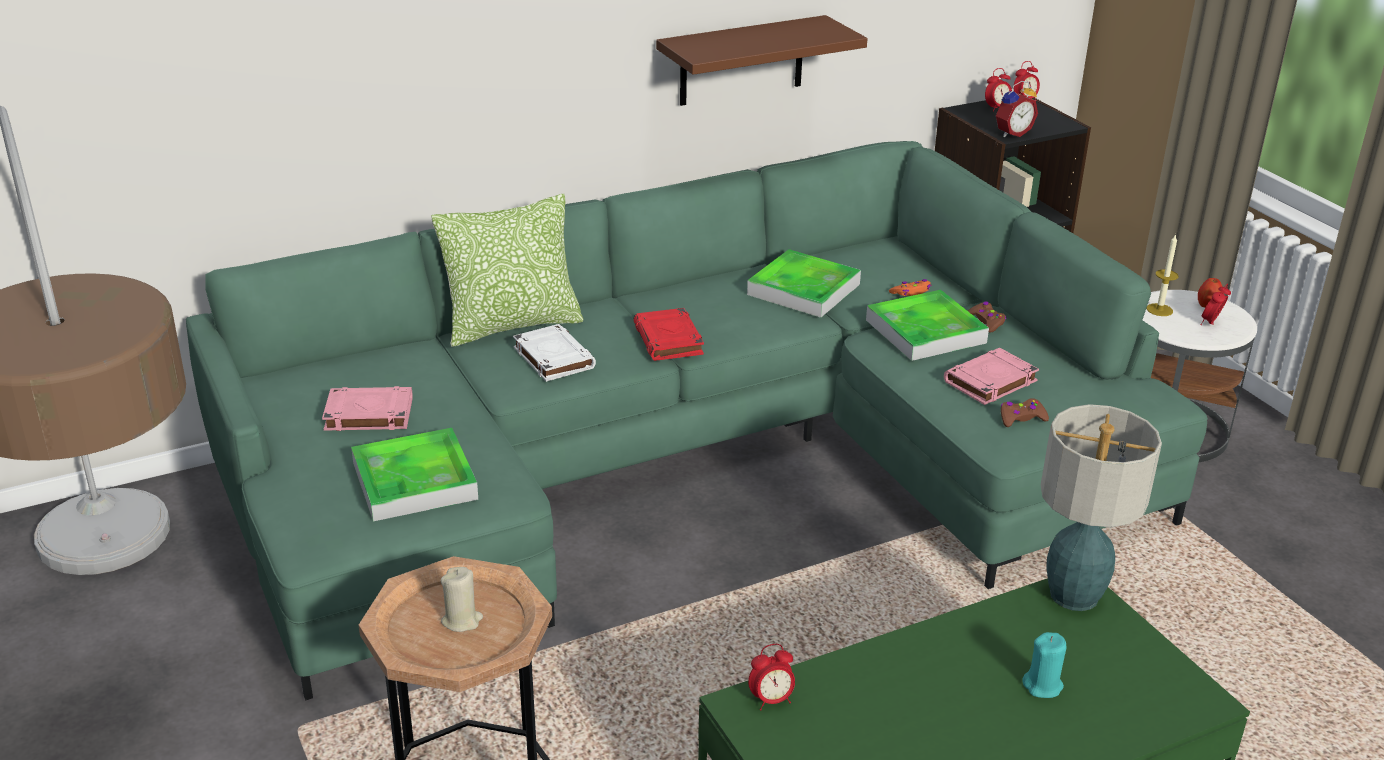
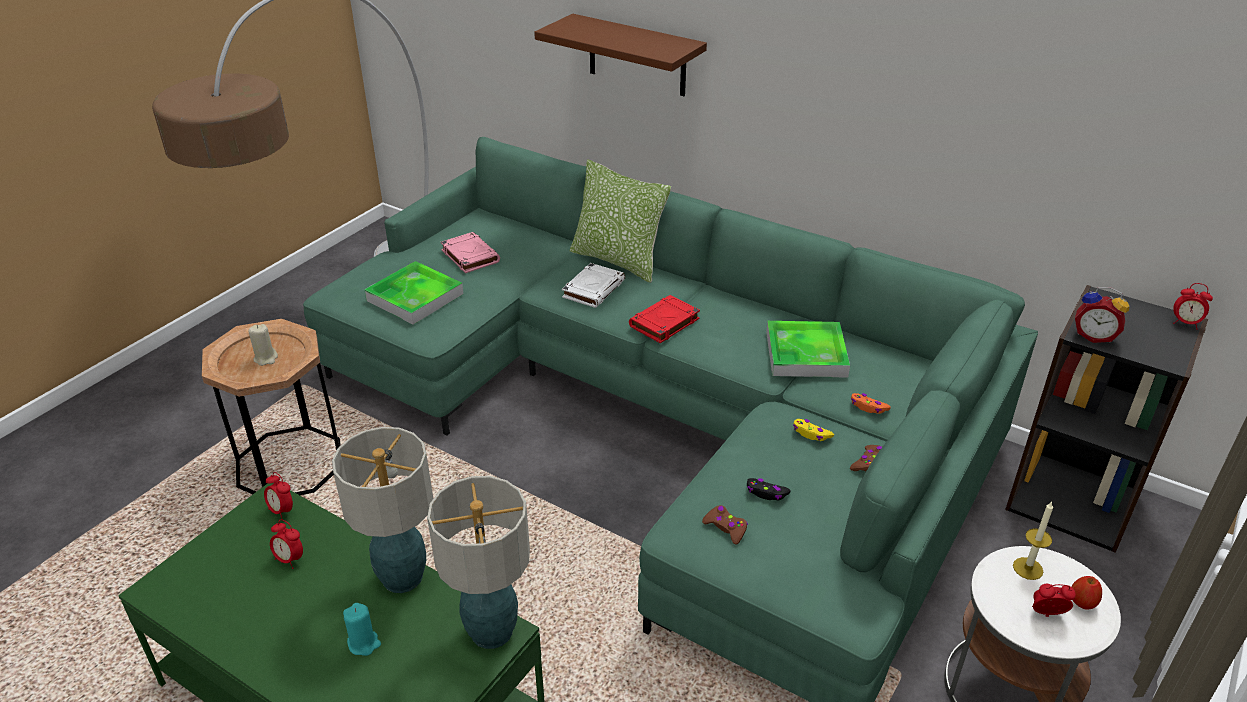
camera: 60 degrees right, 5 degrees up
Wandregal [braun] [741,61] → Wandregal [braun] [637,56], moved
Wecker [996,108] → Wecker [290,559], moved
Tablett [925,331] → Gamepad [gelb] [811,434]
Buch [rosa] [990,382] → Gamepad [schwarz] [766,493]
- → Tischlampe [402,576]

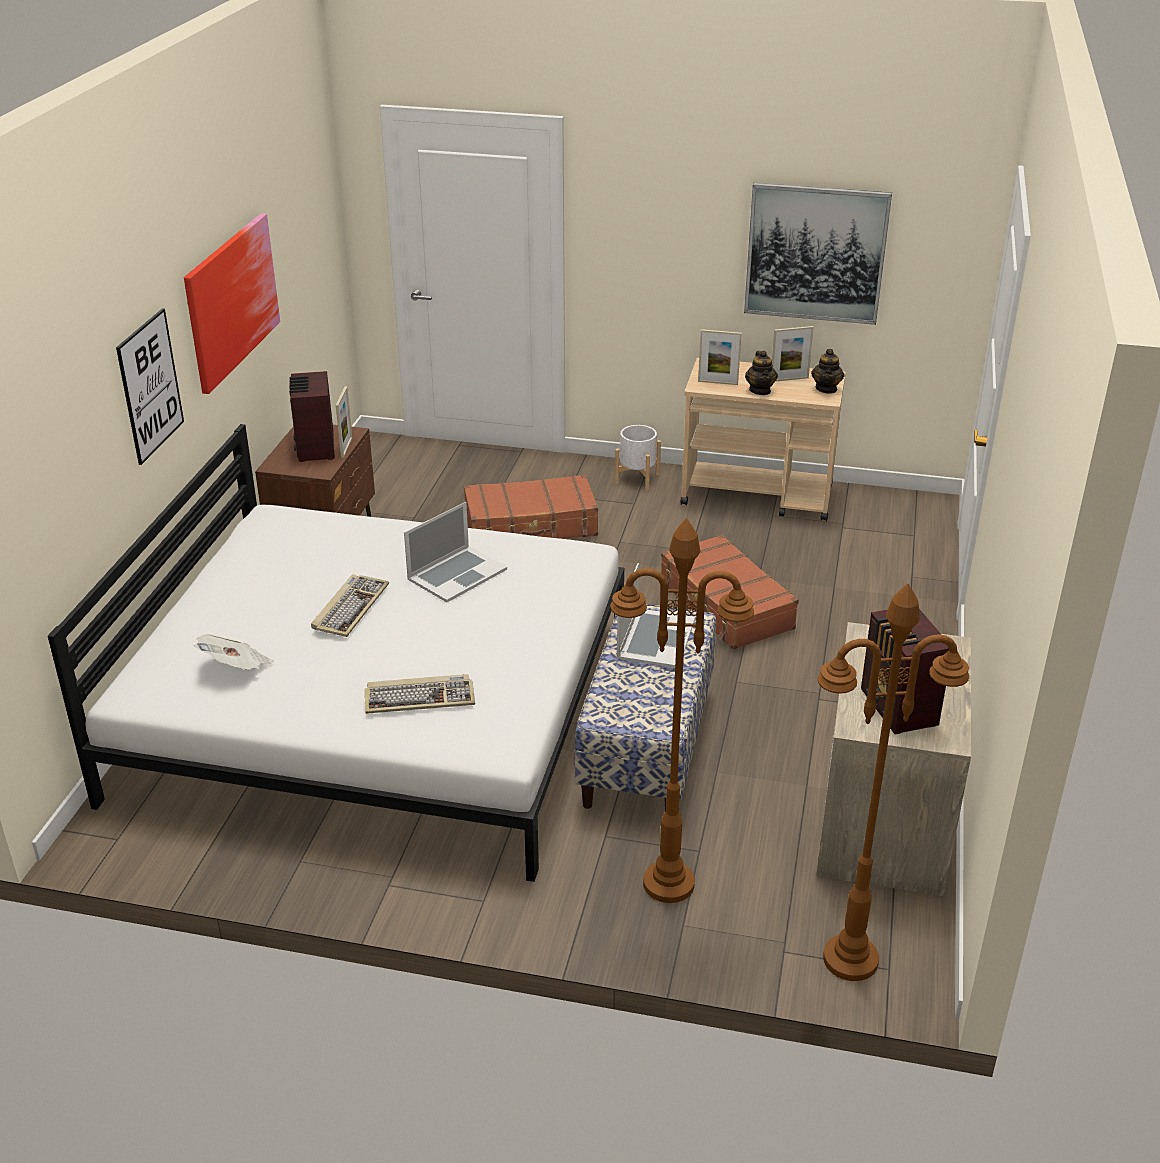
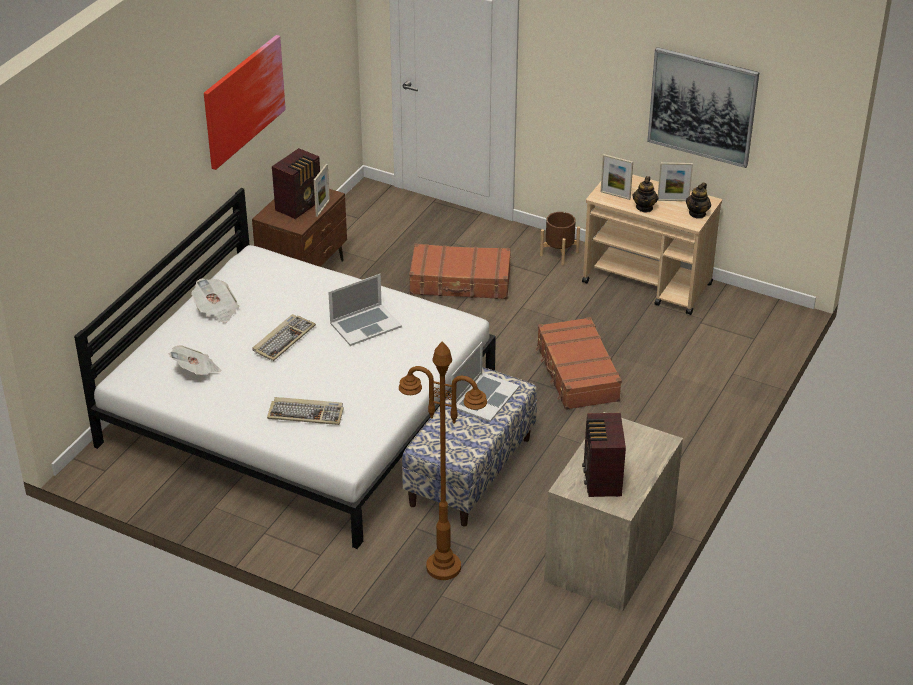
camera: 15 degrees right, 5 degrees up
Bild [150,386] → -
Radio [315,448] → Radio [300,205], 150 degrees counterclockwise
Pflanzkübel [weiß] [637,478] → Pflanzkübel [braun] [559,253]
Stehlampe [braun] [849,960] → -
- → Zeitung [216,310]

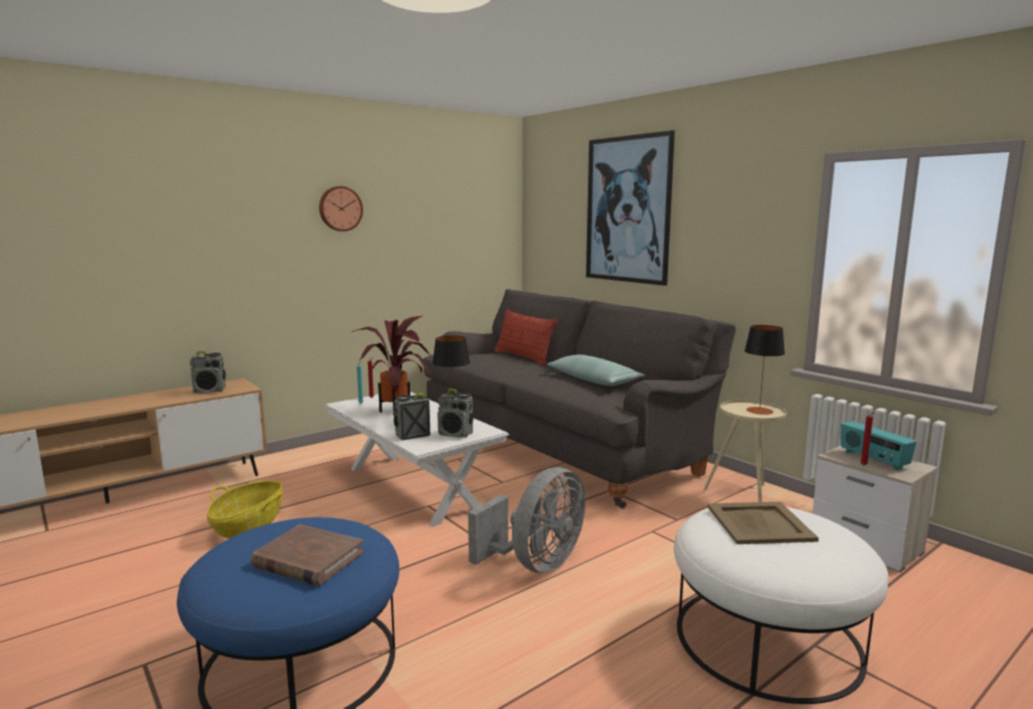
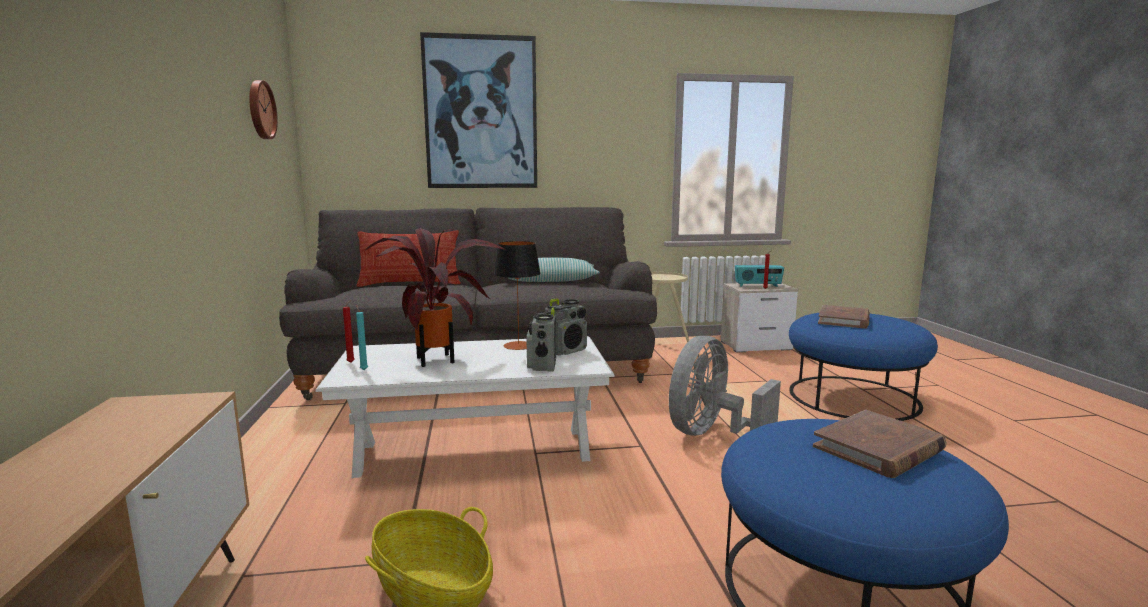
camera: 60 degrees left, 0 degrees up
Wanduhr [340,208] → Wanduhr [260,110], moved
Tischlampe [759,411] → -
Radio [210,391] → -
Ventilator [grau] [536,564] → Ventilator [grau] [711,434], 120 degrees counterclockwise
Tablett [beige] [758,523] → Buch [braun] [844,320]
Polsterhocker [weiß] [767,639] → Polsterhocker [blau] [853,397]

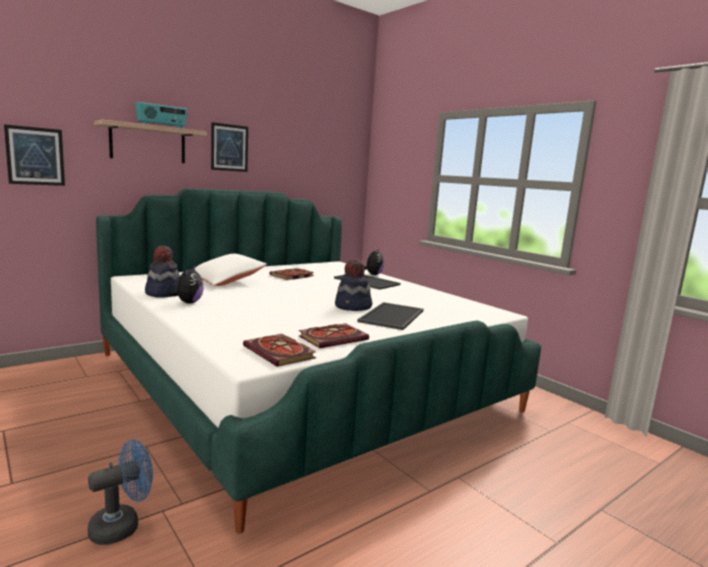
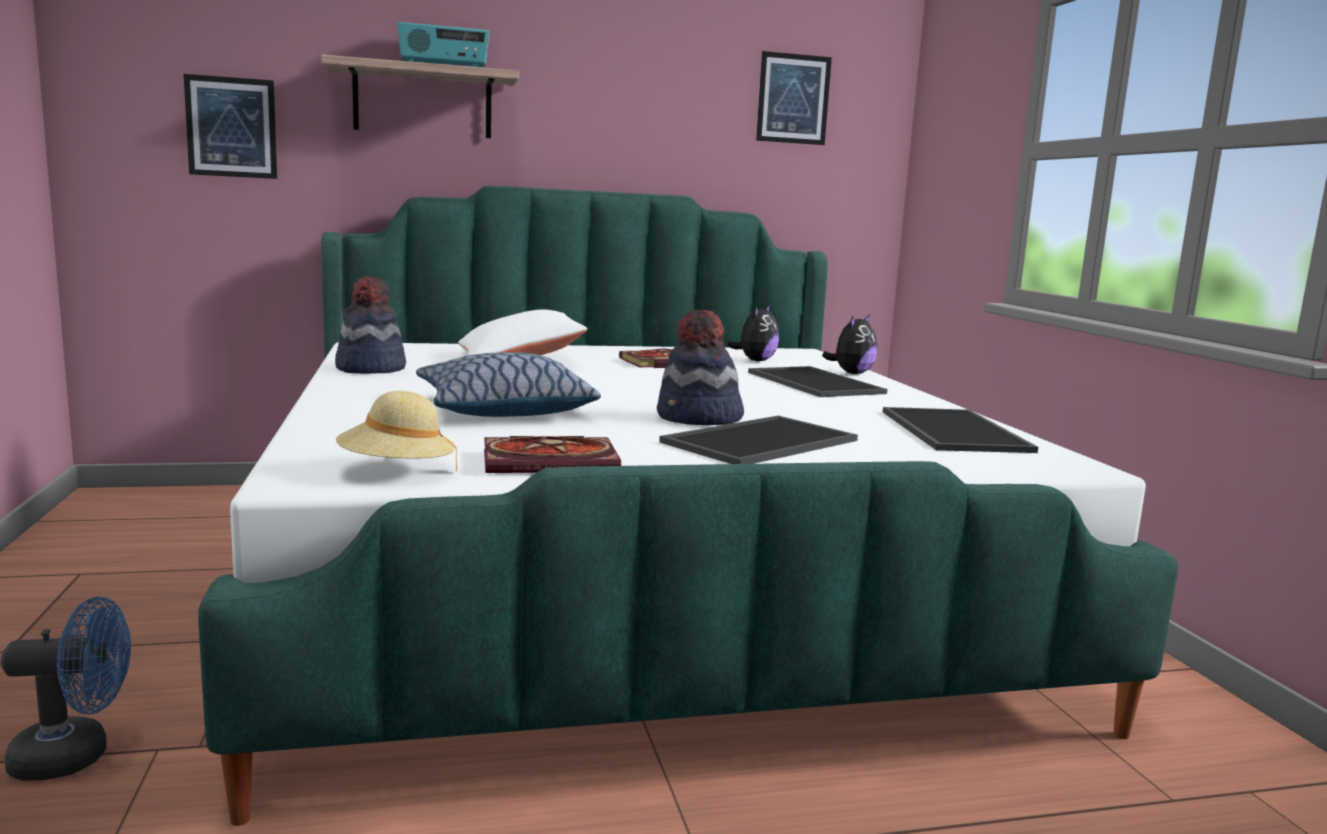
camera: 25 degrees right, 0 degrees up
Bild [229,147] → Bild [793,99], moved
Plüschtier [188,302] → Plüschtier [755,361], moved
Buch [281,353] → Hut [beige] [397,471]
- → Kissen [503,409]
- → Tablett [950,430]

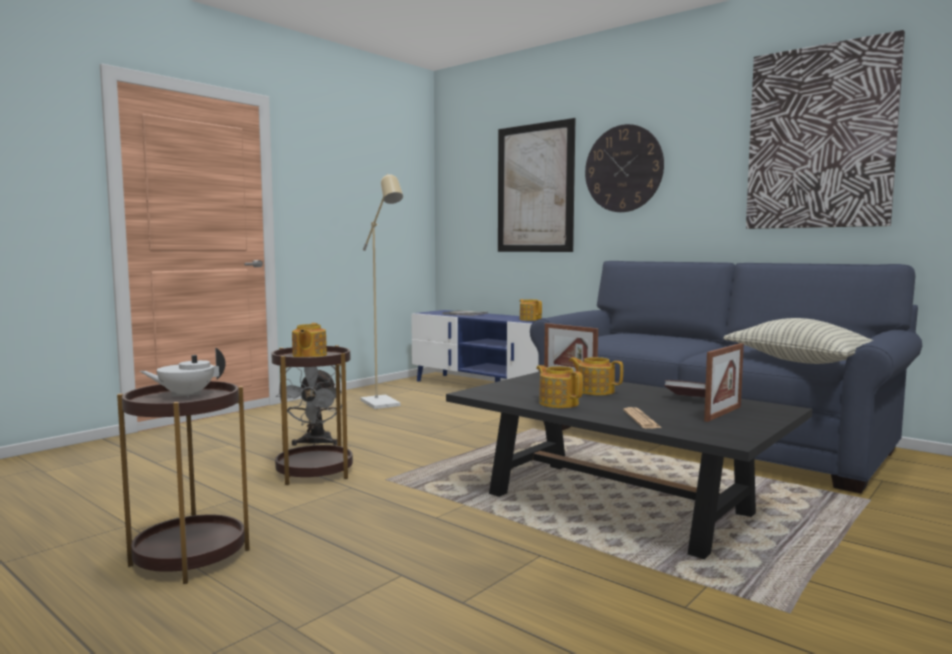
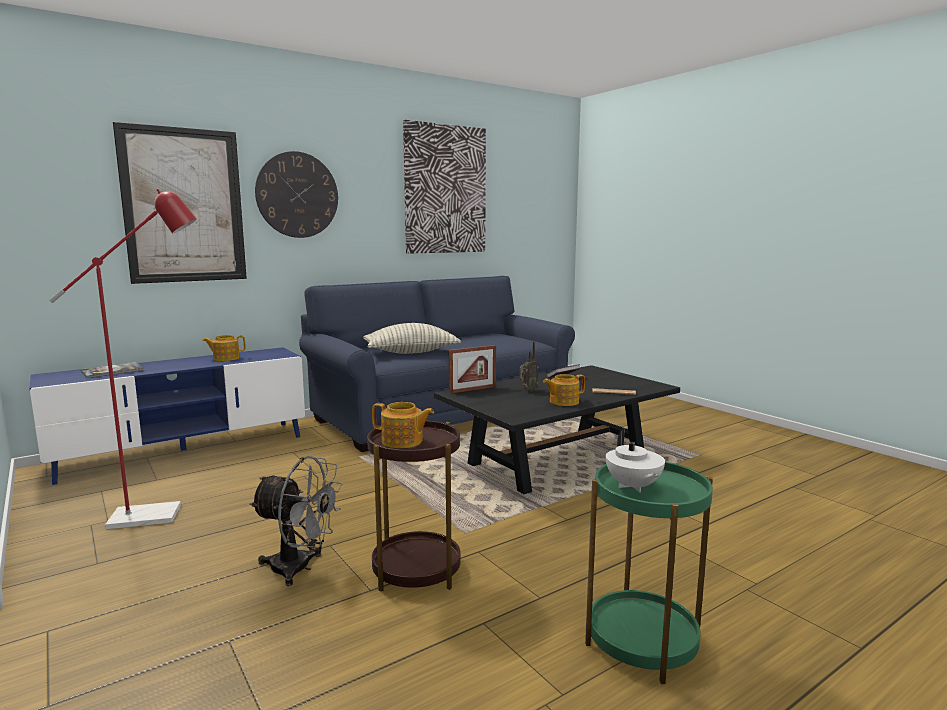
camera: 75 degrees left, 5 degrees up
Stehlampe [beige] [383,405] → Stehlampe [rot] [158,515]
Kissen [800,361] → Kissen [411,352], moved
Bilderrahmen [723,413] → -
Teekanne [595,391] → Radio [527,390]
Beistelltisch [braun] [190,557] → Beistelltisch [grün] [642,642]

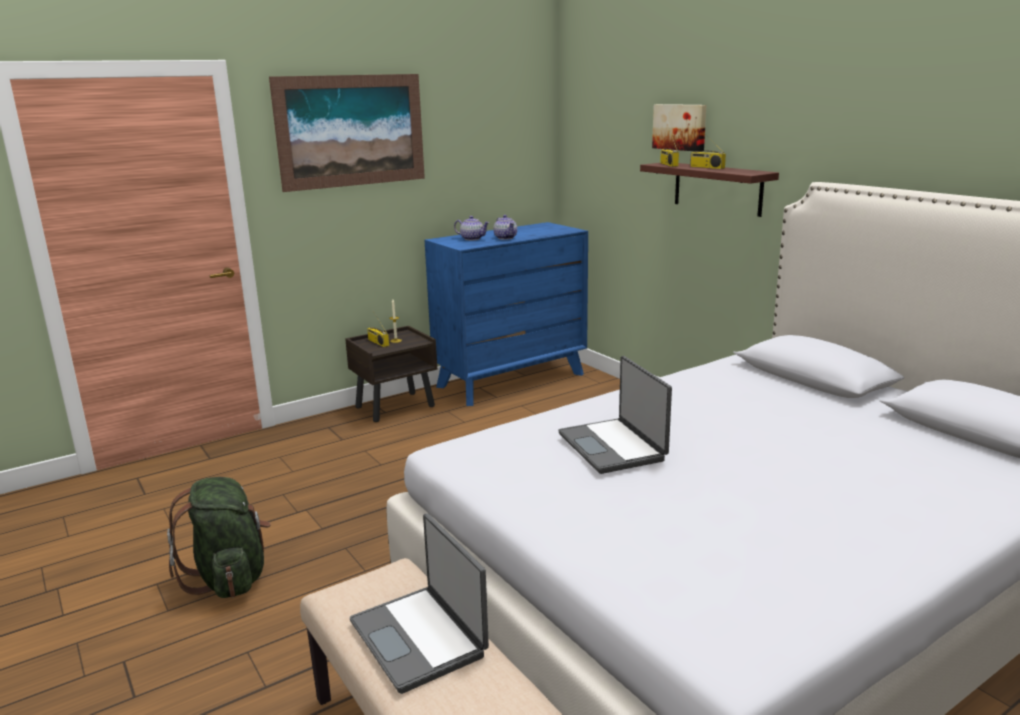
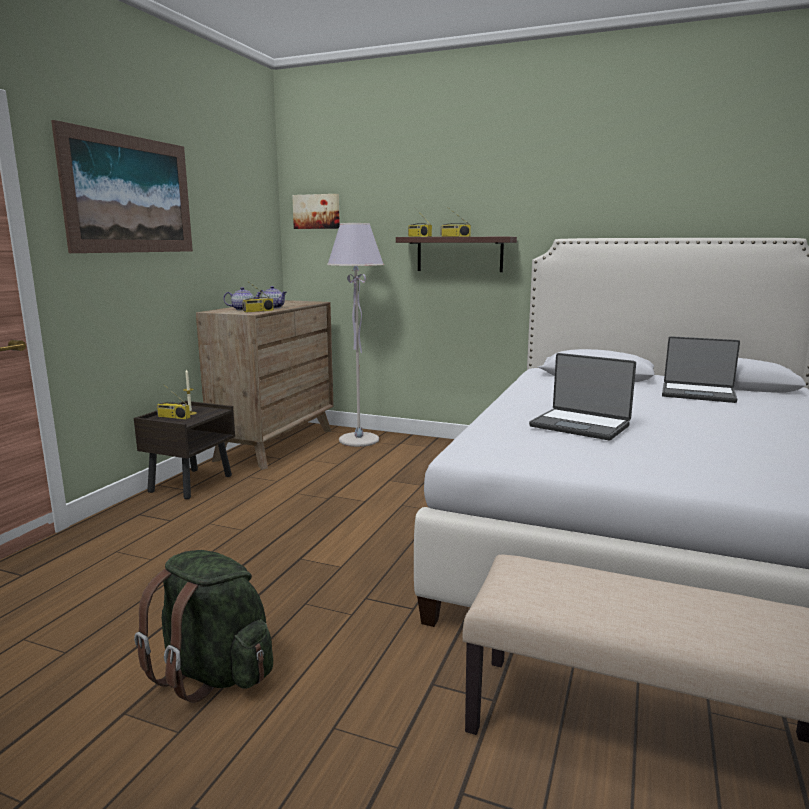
camera: 35 degrees left, 5 degrees down
Bild [680,127] → Bild [317,211], moved
Kommode [blau] [511,380] → Kommode [braun] [276,444]
Laptop [420,638] → Laptop [698,394], moved
- → Stehlampe [grau] [359,440]
- → Radio [258,311]

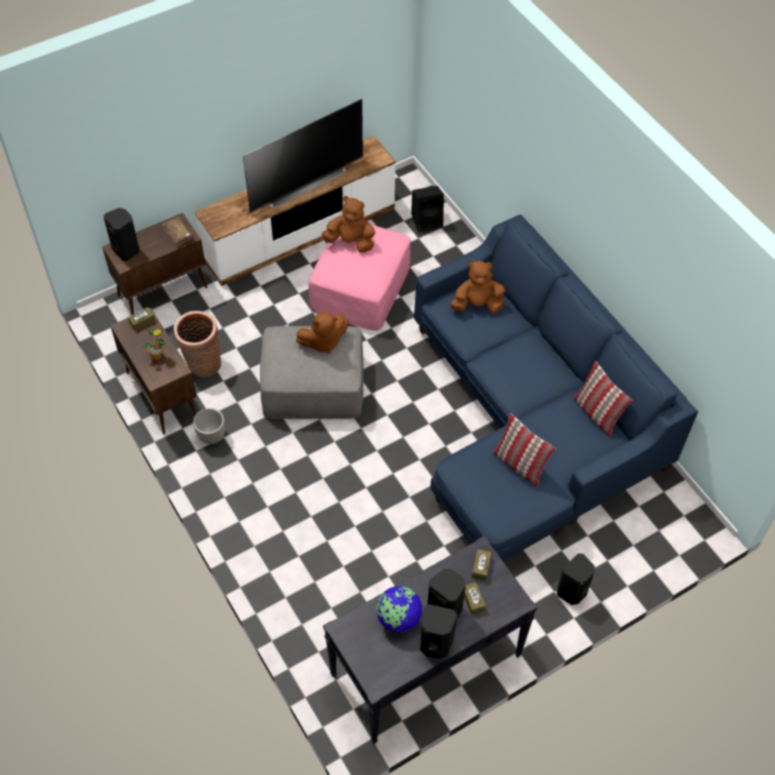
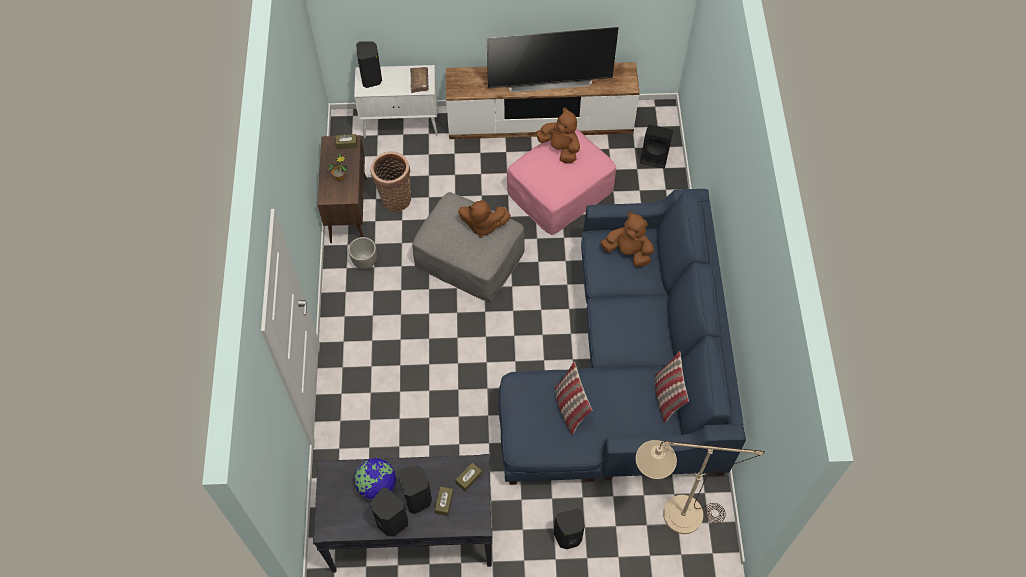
camera: 30 degrees right, 5 degrees up
Schrank [braun] [163,291] → Schrank [weiß] [401,124]
- → Stehlampe [beige] [671,515]

